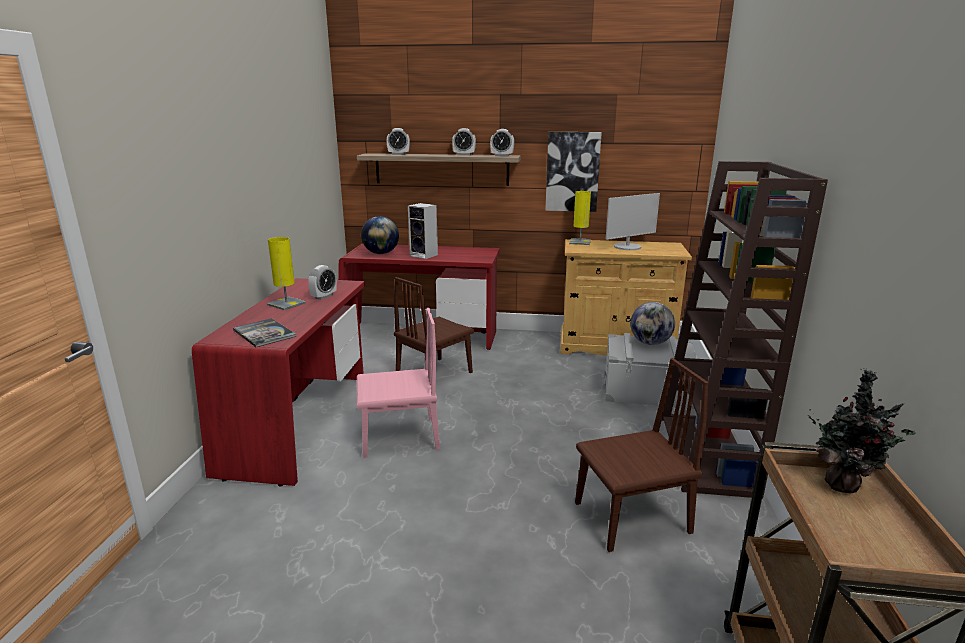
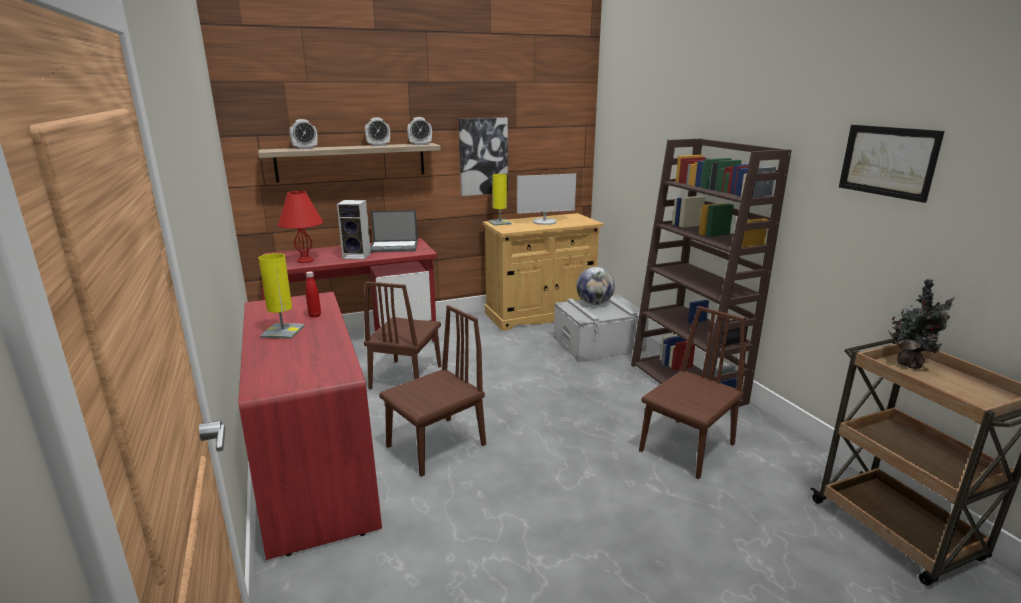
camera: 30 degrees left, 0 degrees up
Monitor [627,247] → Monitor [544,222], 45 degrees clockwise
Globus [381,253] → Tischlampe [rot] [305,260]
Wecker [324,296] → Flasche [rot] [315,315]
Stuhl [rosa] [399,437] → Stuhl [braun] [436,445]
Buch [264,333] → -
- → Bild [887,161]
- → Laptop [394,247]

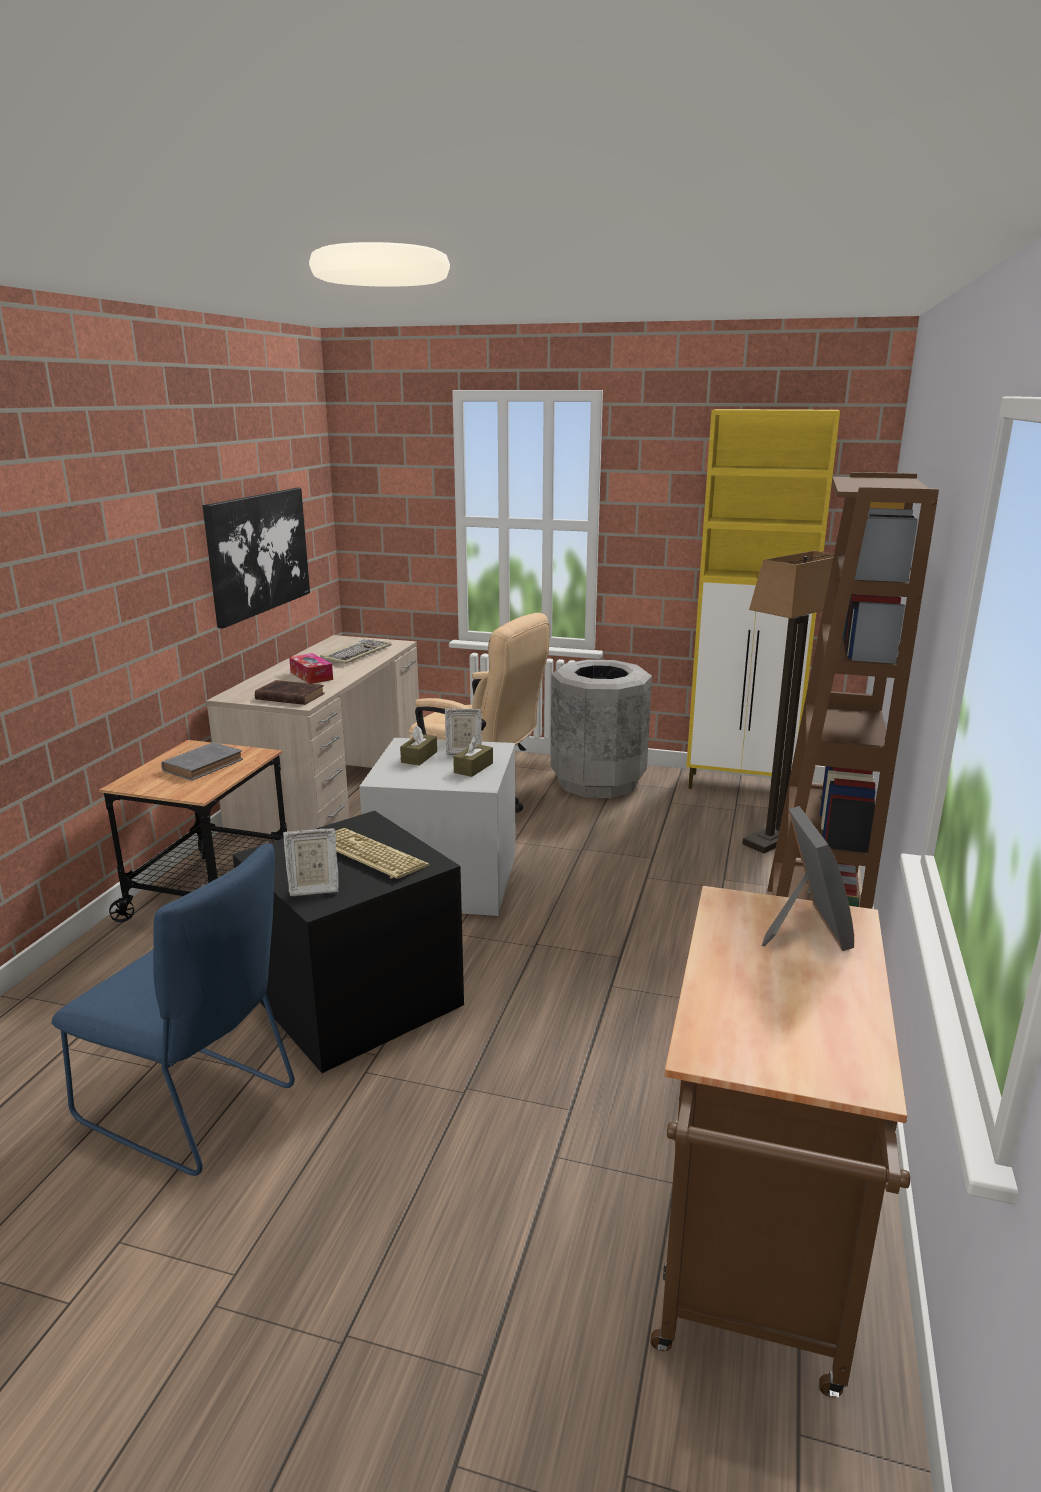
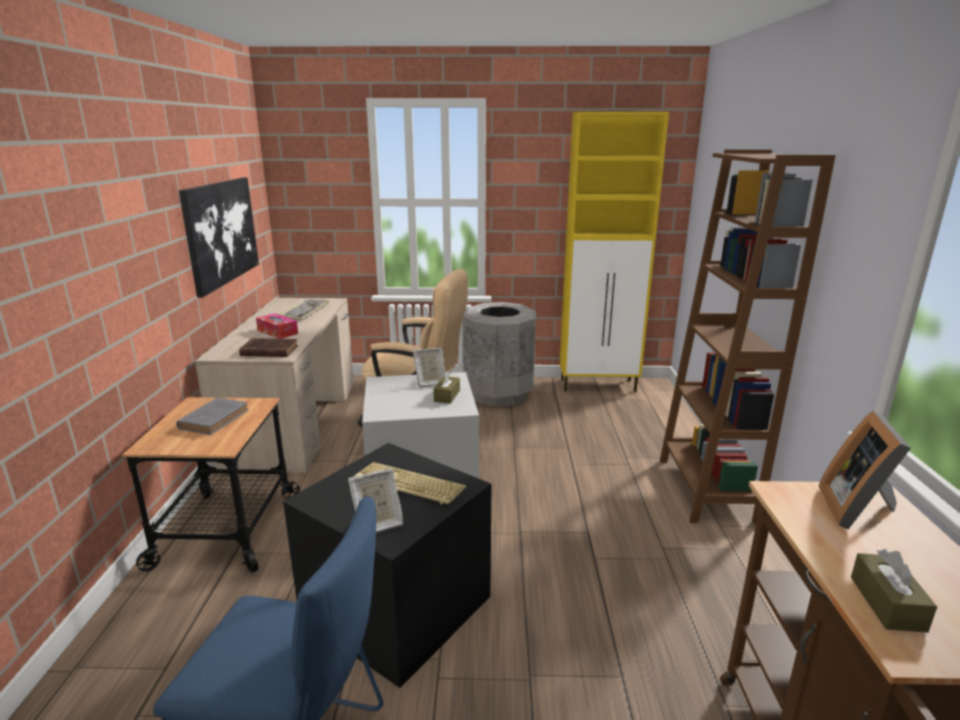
camera: 15 degrees left, 0 degrees up
Stehlampe [774,839] → -
Taschentuchbox [braun] [419,757] → Taschentuchbox [braun] [887,603], moved
Bilderrahmen [804,929] → Bilderrahmen [858,509], 150 degrees counterclockwise

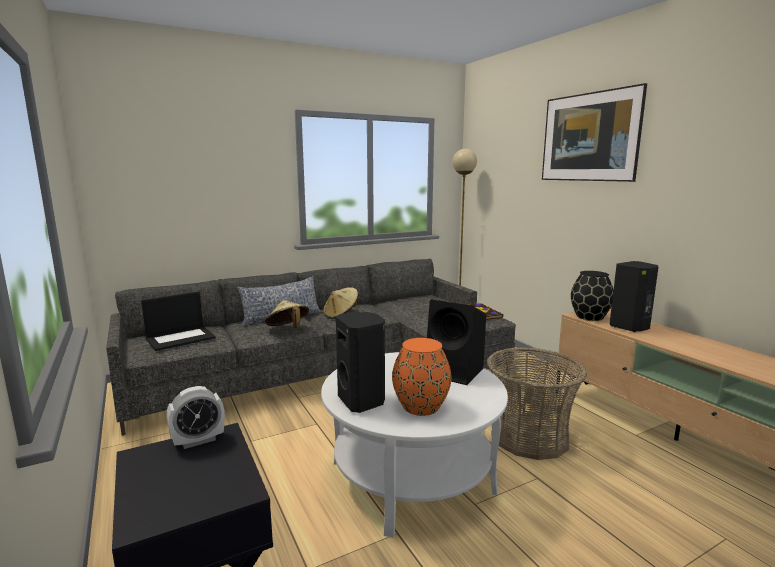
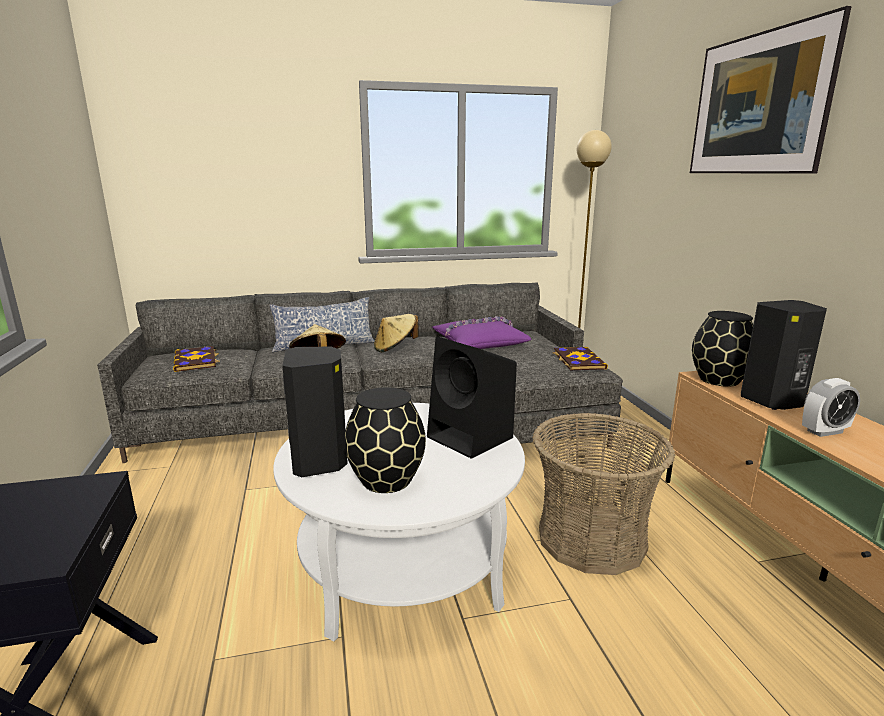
camera: 15 degrees right, 5 degrees up
Laptop [181,338] → Buch [196,360]
Vase [orange] [421,407] → Vase [schwarz] [387,480]
Wecker [198,440] → Wecker [824,431], moved
- → Kissen [lila] [479,343]

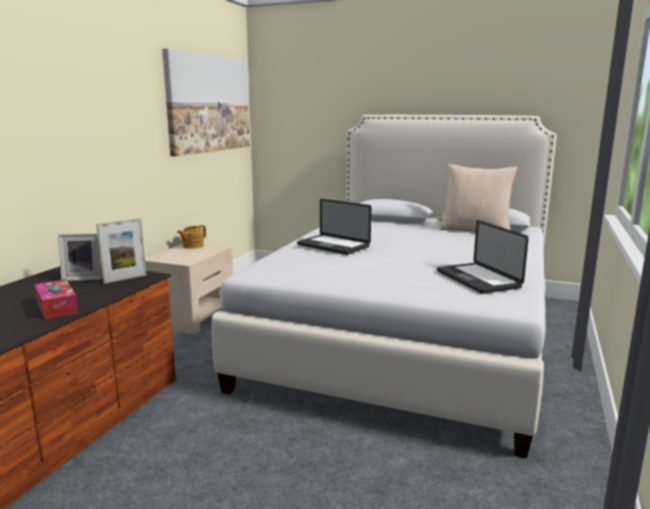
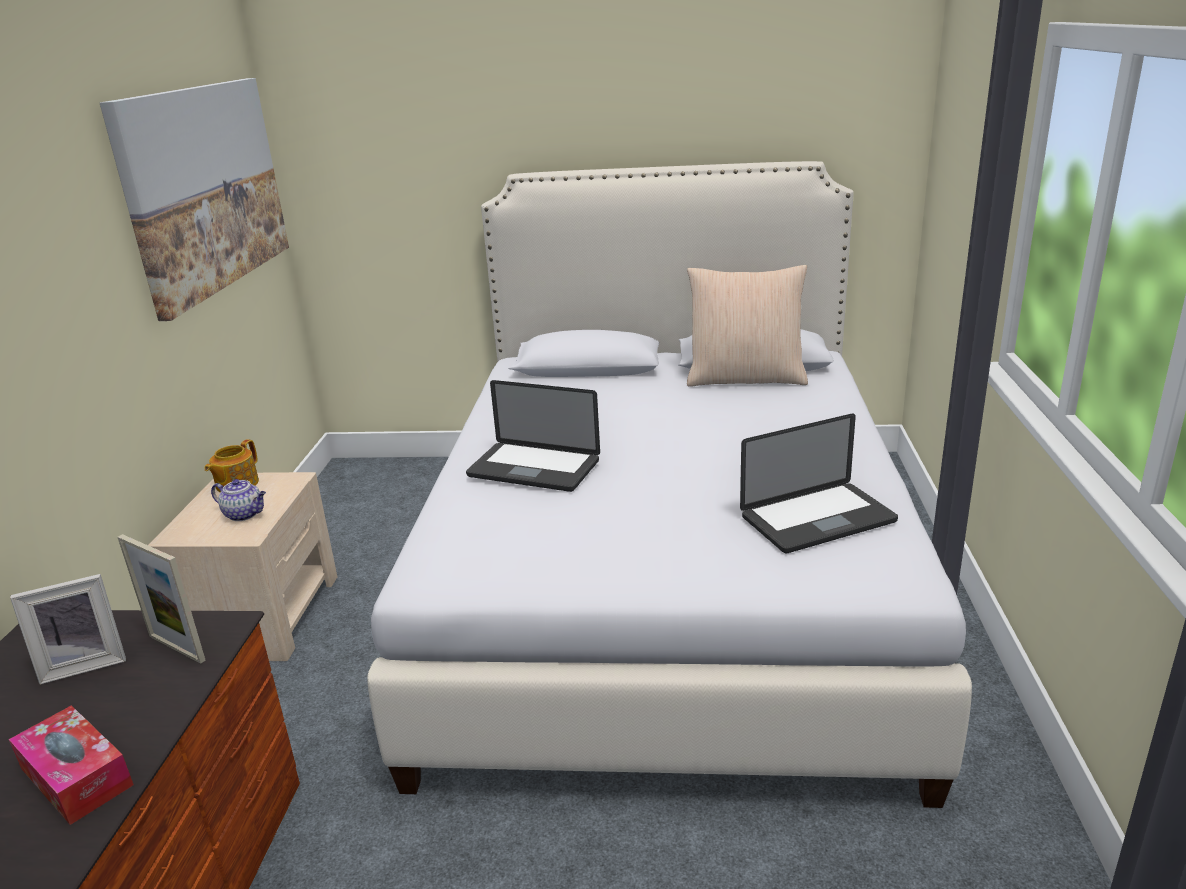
camera: 15 degrees left, 10 degrees up
Bilderrahmen [125,279] → Bilderrahmen [177,648], 90 degrees clockwise
Laptop [477,279] → Laptop [818,519], 75 degrees counterclockwise
- → Teekanne [245,514]

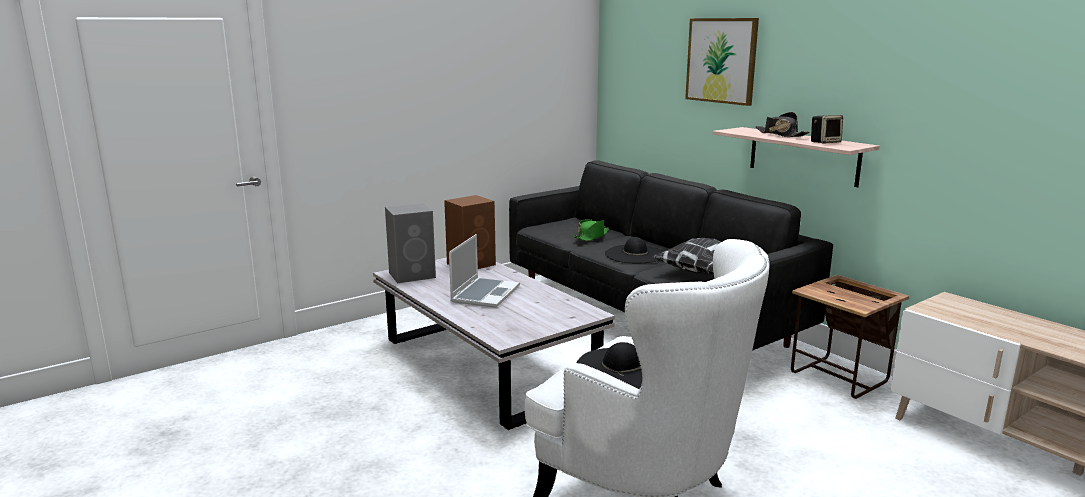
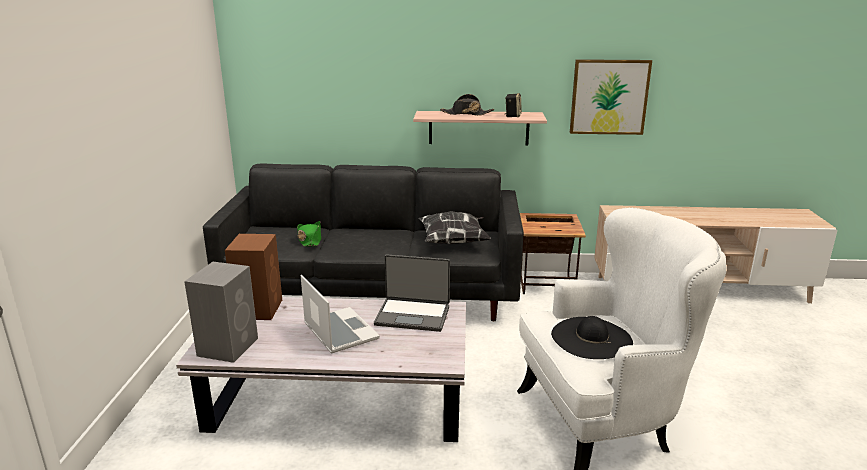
camera: 50 degrees left, 5 degrees up
Bild [721,60] → Bild [609,97], moved
Hut [schwarz] [635,254] → -
- → Laptop [413,315]

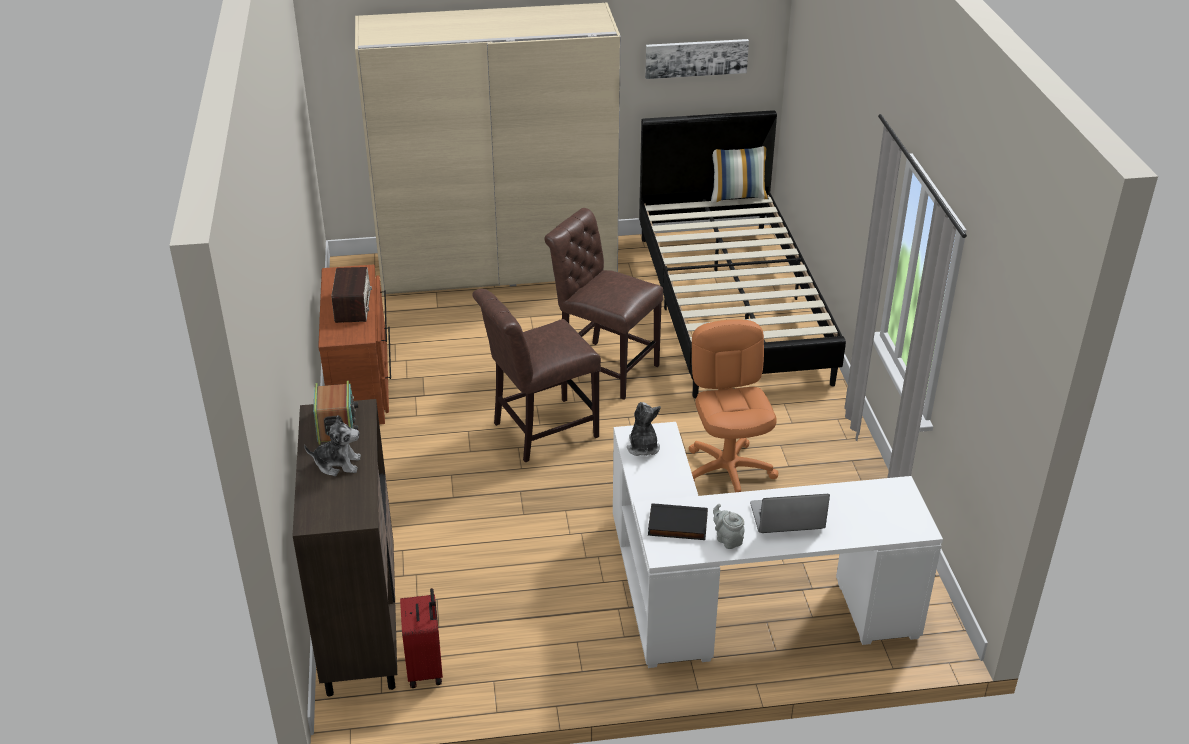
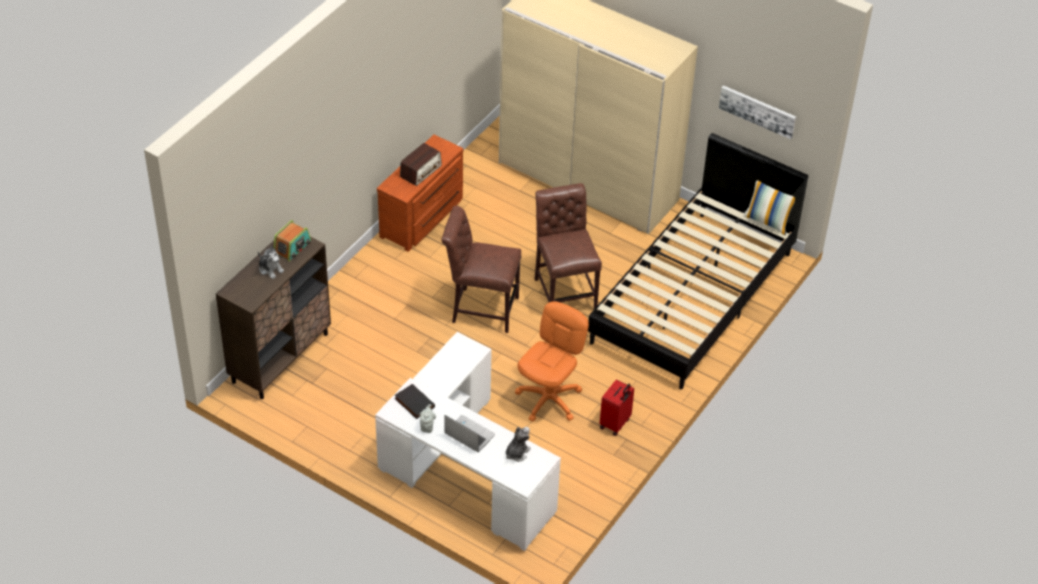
camera: 40 degrees right, 10 degrees up
Plüschtier [642,447] → Plüschtier [517,453], moved
Koffer [rot] [426,669] → Koffer [rot] [615,424], moved

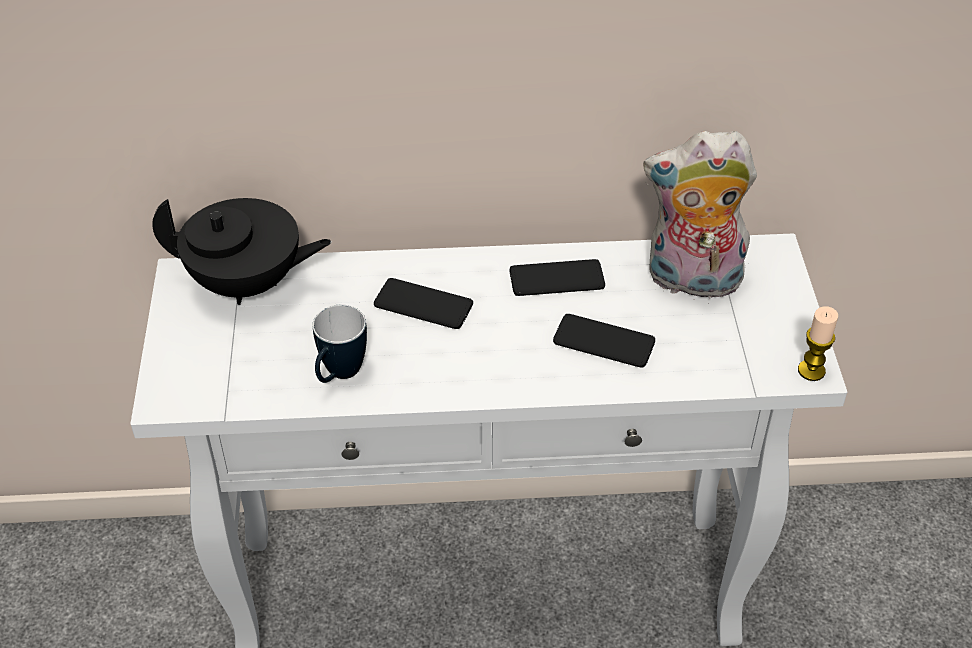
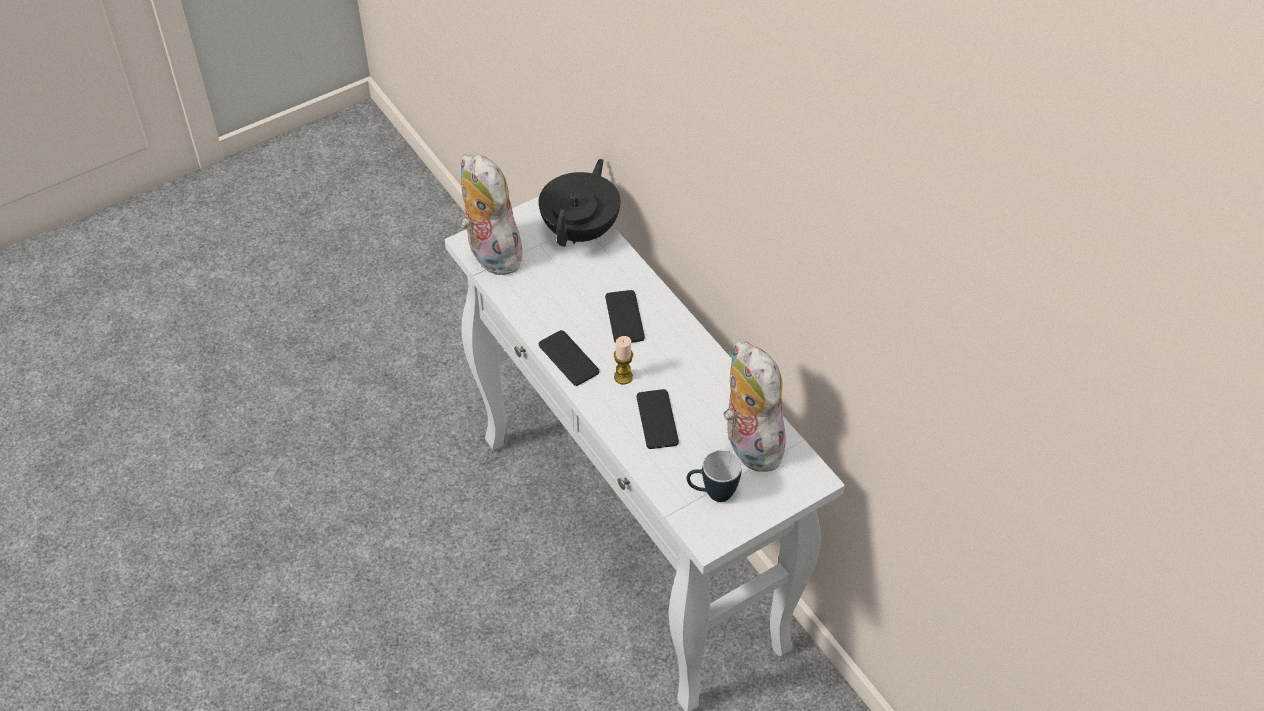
camera: 60 degrees right, 5 degrees up
Teekanne [schwarz] [248,283] → Teekanne [schwarz] [581,229], 135 degrees counterclockwise
Handy [557,279] → Handy [568,358], moved
Henkelbecher [339,375] → Henkelbecher [712,494], moved
Kerze [811,371] → Kerze [623,377], moved
- → Plüschtier [490,254]

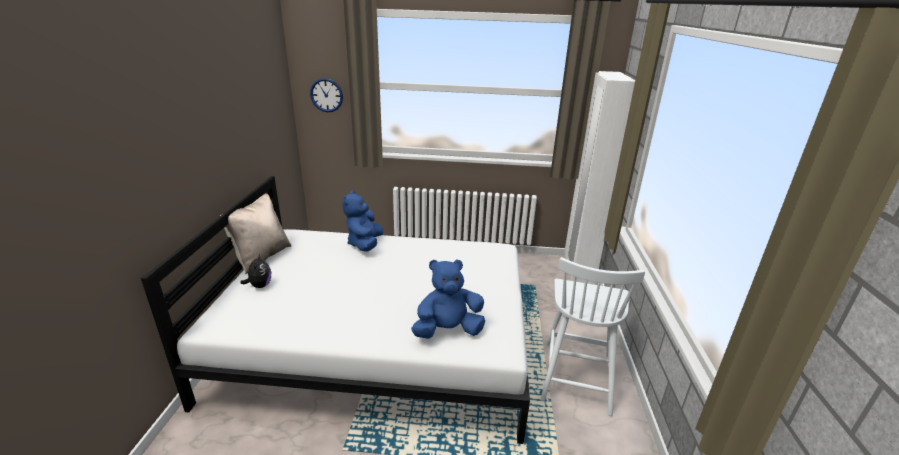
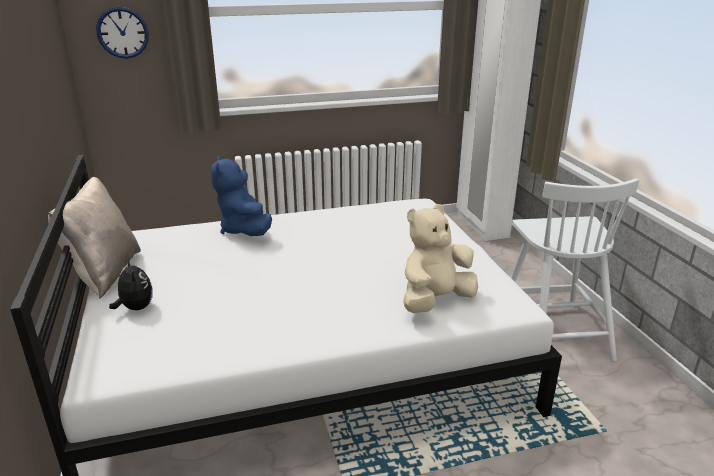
camera: 20 degrees left, 0 degrees up
Plüschtier [blau] [448,330] → Plüschtier [beige] [435,301]

